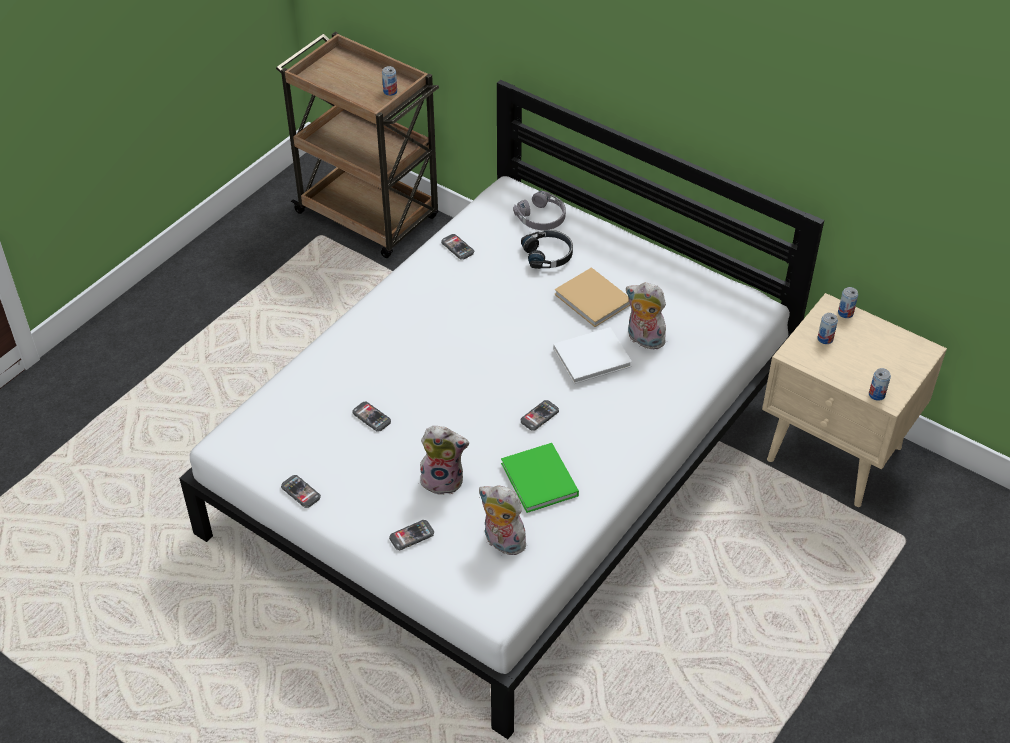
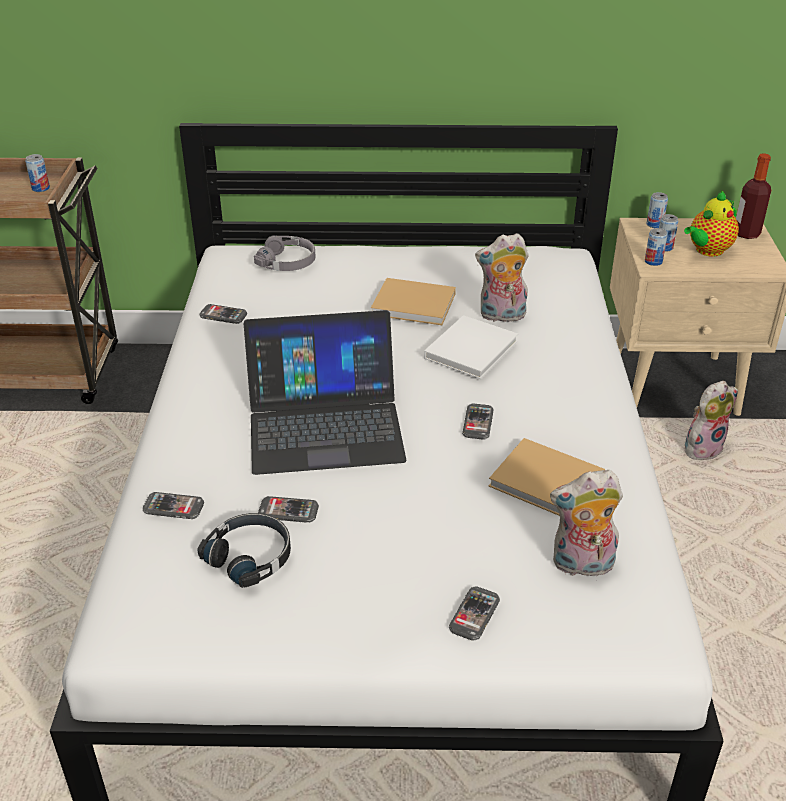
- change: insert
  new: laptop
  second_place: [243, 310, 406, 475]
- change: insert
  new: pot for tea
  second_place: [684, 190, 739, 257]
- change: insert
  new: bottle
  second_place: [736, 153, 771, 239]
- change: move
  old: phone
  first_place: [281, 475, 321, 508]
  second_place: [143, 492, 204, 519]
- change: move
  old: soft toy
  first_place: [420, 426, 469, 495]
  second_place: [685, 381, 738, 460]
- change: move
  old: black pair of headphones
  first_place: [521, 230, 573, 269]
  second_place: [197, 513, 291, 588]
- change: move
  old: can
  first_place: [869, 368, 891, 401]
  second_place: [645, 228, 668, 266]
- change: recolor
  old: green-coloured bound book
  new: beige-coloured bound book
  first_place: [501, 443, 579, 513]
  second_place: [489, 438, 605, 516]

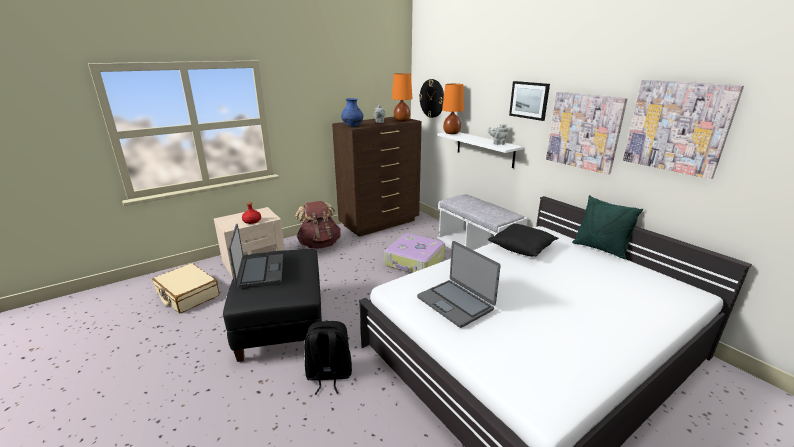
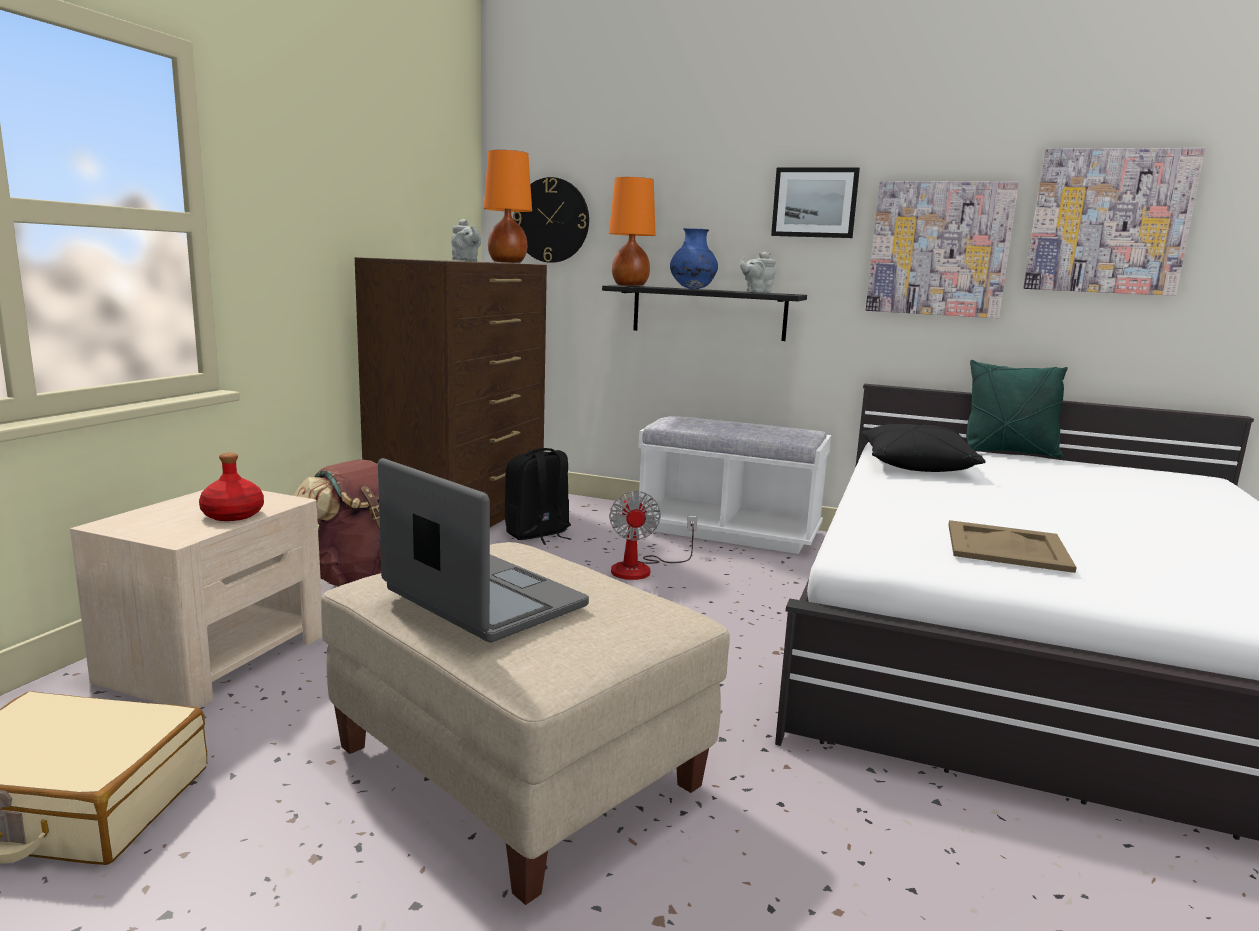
- change: move
  old: black knapsack
  first_place: [304, 321, 352, 395]
  second_place: [505, 448, 571, 545]
- change: move
  old: blue-coloured flower vase
  first_place: [341, 98, 363, 127]
  second_place: [670, 228, 718, 289]
- change: replace
  old: piece of luggage
  new: fan
  first_place: [384, 233, 445, 273]
  second_place: [609, 491, 697, 580]
- change: replace
  old: laptop
  new: beige-coloured serving tray
  first_place: [417, 241, 500, 328]
  second_place: [948, 520, 1077, 573]
- change: recolor
  old: black footrest
  new: beige-coloured footrest
  first_place: [223, 249, 322, 362]
  second_place: [321, 542, 730, 905]
- change: recolor
  old: whitish wall shelf
  new: black wall shelf
  first_place: [437, 132, 524, 168]
  second_place: [602, 285, 807, 341]

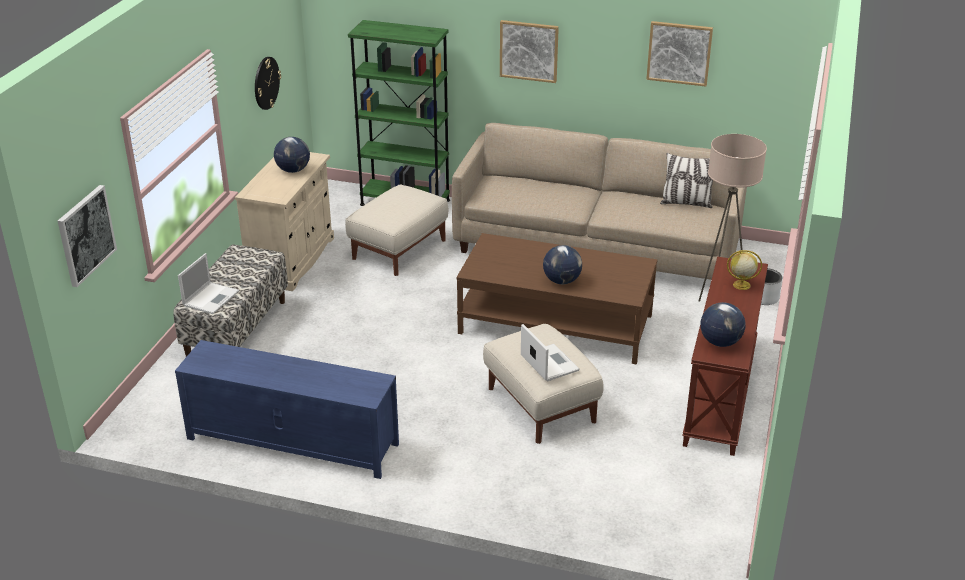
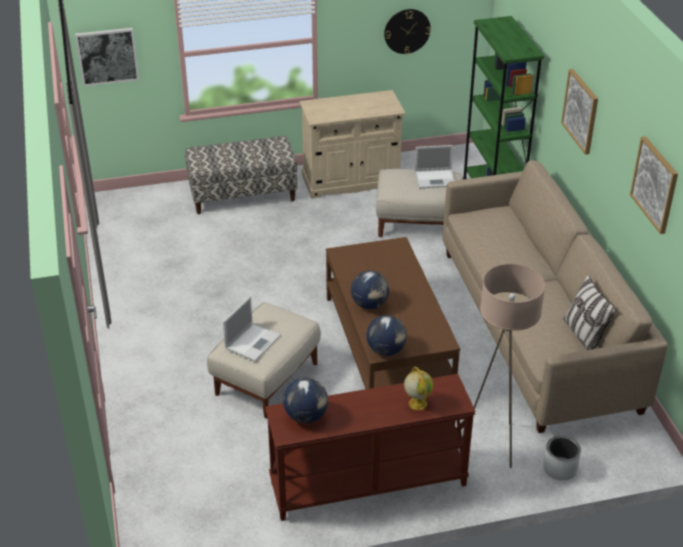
- change: delete
  old: blue-coloured tv stand
  first_place: [175, 340, 399, 479]
- change: move
  old: laptop
  first_place: [178, 253, 239, 314]
  second_place: [415, 145, 455, 188]
- change: move
  old: world globe
  first_place: [274, 137, 310, 173]
  second_place: [366, 315, 407, 356]

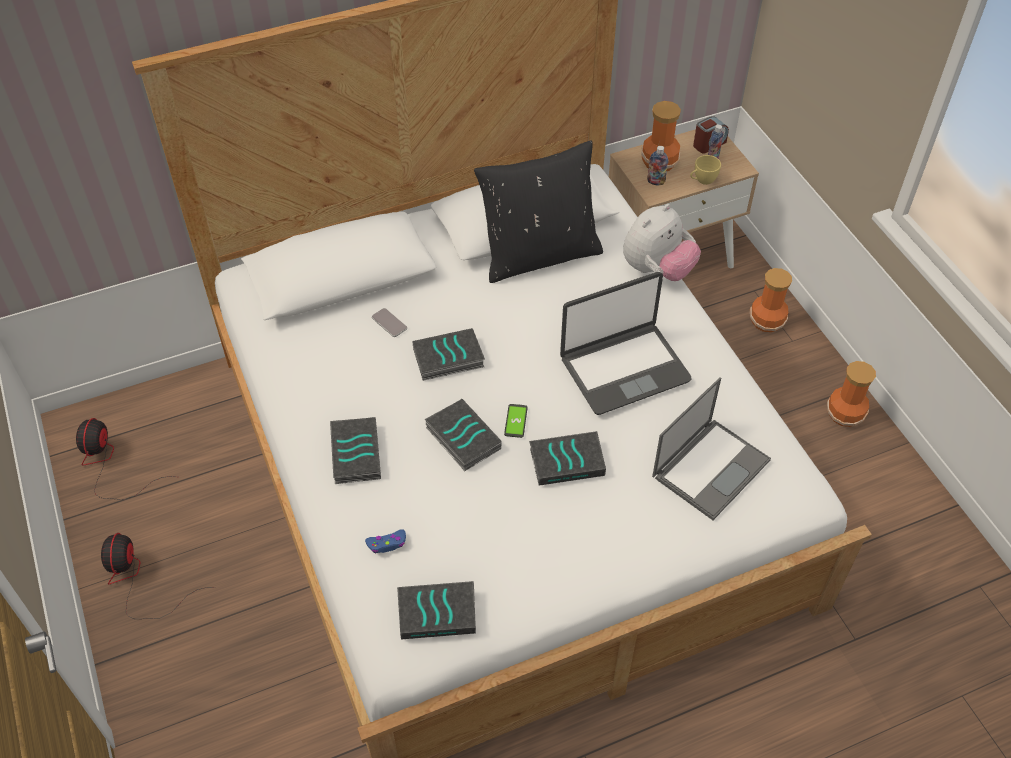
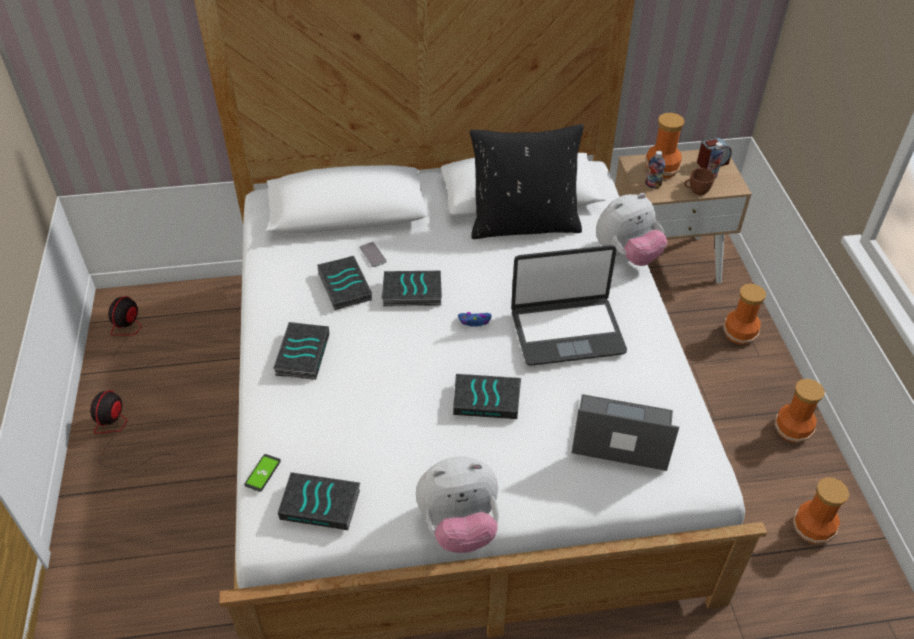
- change: insert
  new: soft toy
  second_place: [416, 457, 499, 553]
- change: insert
  new: flower vase
  second_place: [793, 478, 849, 544]
- change: move
  old: blue-coloured game controller
  first_place: [365, 529, 406, 554]
  second_place: [458, 312, 492, 327]
- change: move
  old: bound book
  first_place: [425, 399, 502, 471]
  second_place: [317, 256, 372, 310]
- change: move
  old: phone
  first_place: [504, 404, 528, 438]
  second_place: [244, 454, 281, 492]
- change: recolor
  old: yellow-coloured small cup
  new: brownish small cup
  first_place: [690, 155, 721, 185]
  second_place: [684, 168, 715, 195]
- change: rotate
  old: laptop
  first_place: [652, 377, 771, 520]
  second_place: [572, 394, 679, 471]
  degrees: -135

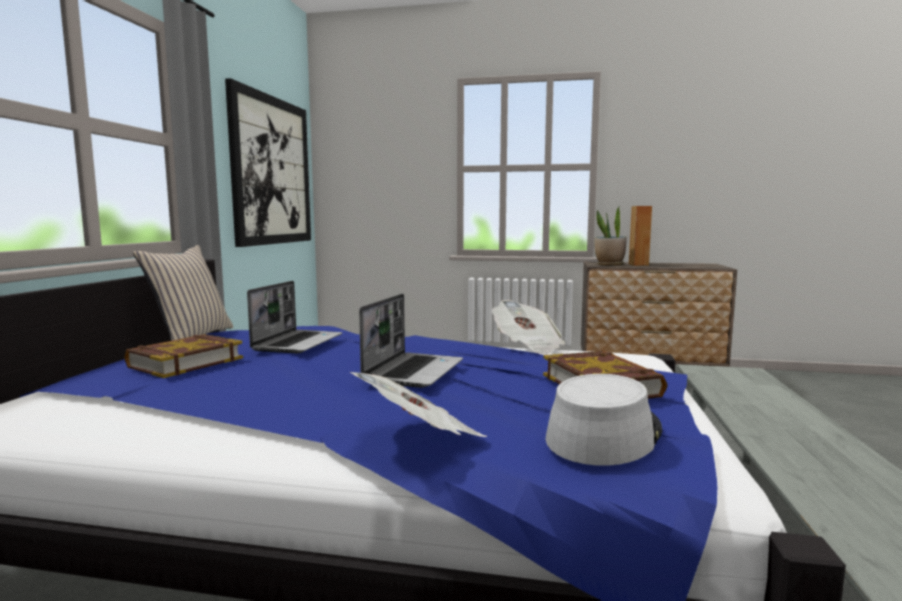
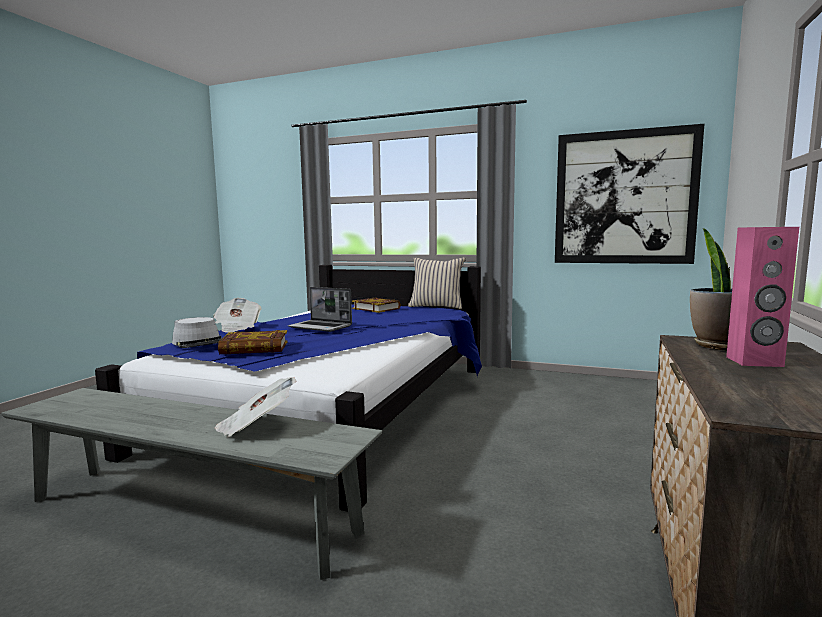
- change: delete
  old: laptop
  first_place: [247, 281, 342, 353]
- change: move
  old: printed paper
  first_place: [492, 300, 565, 355]
  second_place: [215, 377, 297, 437]
- change: recolor
  old: brownish speaker
  new: pink speaker
  first_place: [629, 206, 652, 266]
  second_place: [726, 227, 799, 367]

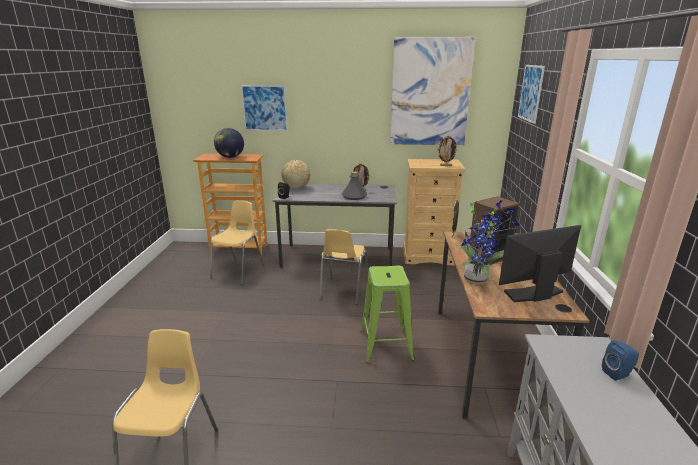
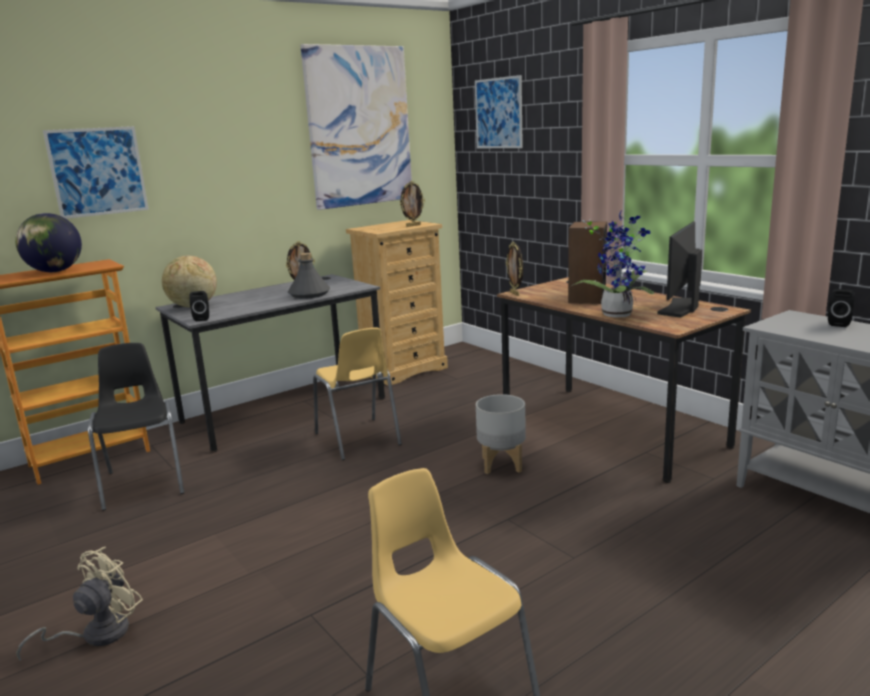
- change: insert
  new: beige-coloured fan
  second_place: [16, 547, 143, 661]
- change: replace
  old: green-coloured stool
  new: greyish plant pot
  first_place: [360, 265, 414, 363]
  second_place: [476, 394, 526, 474]
- change: recolor
  old: yellow-coloured upright chair
  new: black upright chair
  first_place: [210, 200, 264, 285]
  second_place: [88, 343, 184, 511]
- change: recolor
  old: blue-coloured speaker
  new: black speaker
  first_place: [602, 340, 639, 381]
  second_place: [828, 289, 855, 327]

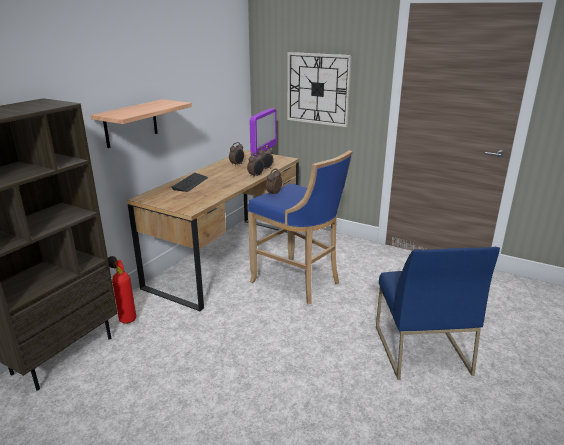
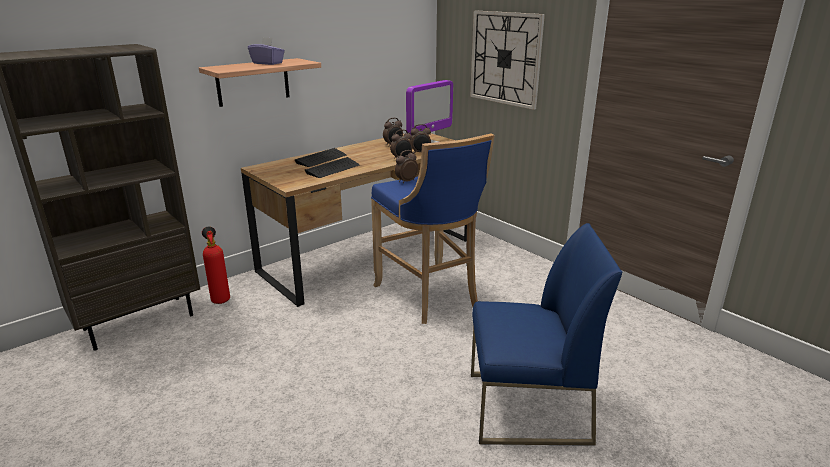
- change: insert
  new: purplish box of tissues
  second_place: [248, 37, 285, 65]
- change: insert
  new: PC keyboard
  second_place: [305, 157, 359, 178]
- change: rotate
  old: blue-coloured upright chair
  first_place: [376, 247, 500, 380]
  second_place: [471, 223, 622, 446]
  degrees: -105

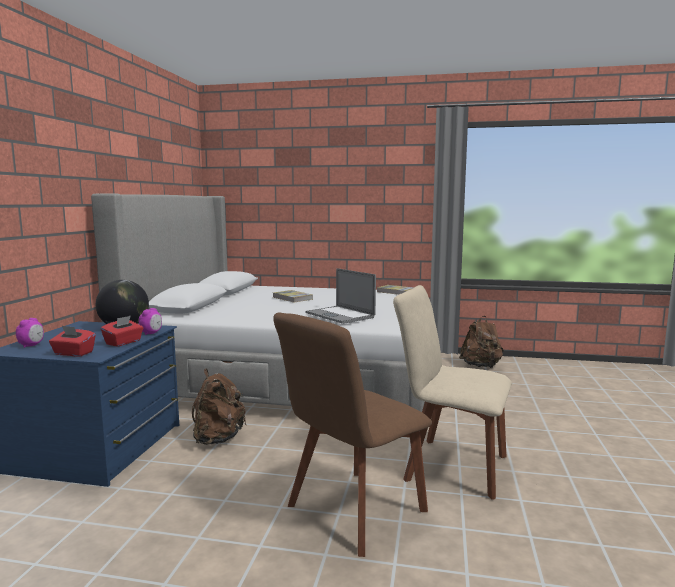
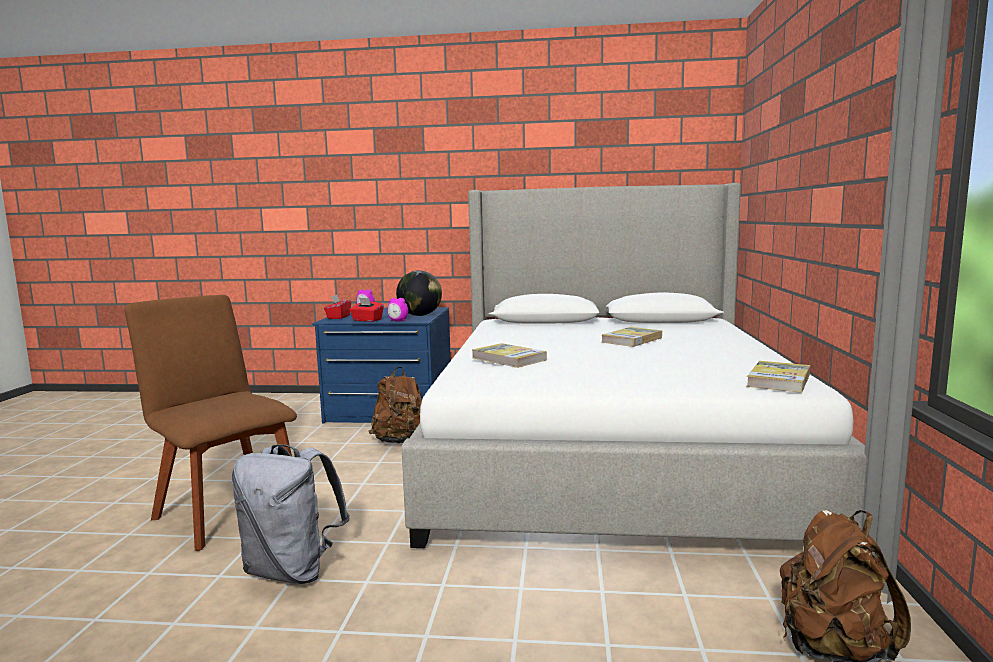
- change: replace
  old: laptop
  new: bound book
  first_place: [305, 268, 376, 324]
  second_place: [472, 343, 547, 368]
- change: replace
  old: beige-coloured upright chair
  new: greyish knapsack
  first_place: [393, 285, 512, 500]
  second_place: [231, 444, 350, 584]

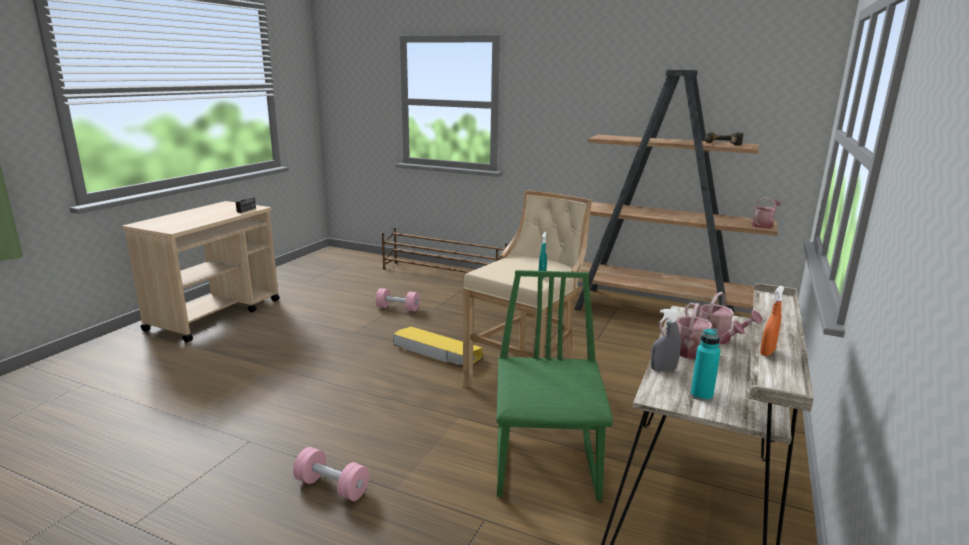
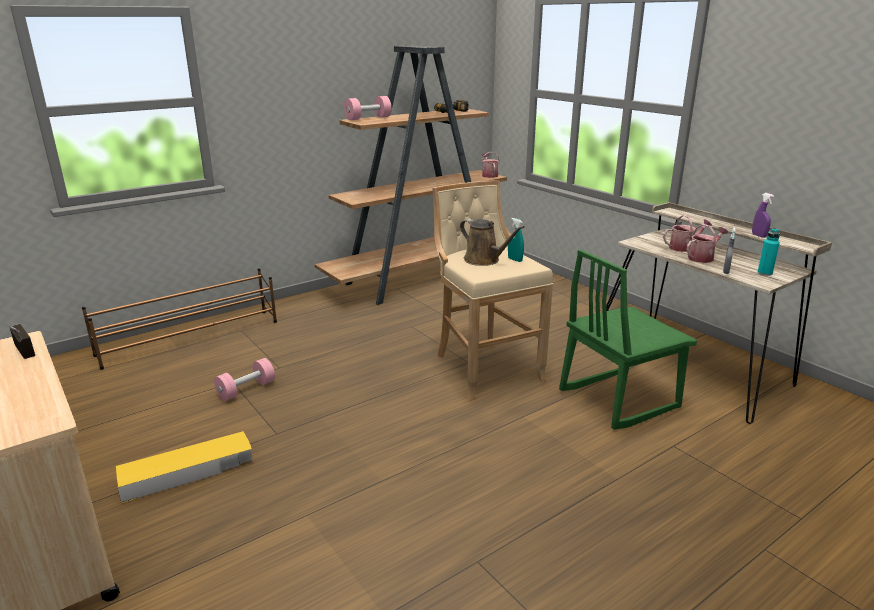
- change: insert
  new: brownish watering pot
  second_place: [460, 219, 524, 266]
- change: move
  old: pink hand weight
  first_place: [293, 447, 370, 501]
  second_place: [344, 96, 391, 120]
- change: move
  old: yellow-coloured storage container
  first_place: [393, 327, 483, 365]
  second_place: [116, 431, 252, 503]
- change: recolor
  old: orange spray bottle
  new: purplish spray bottle
  first_place: [760, 286, 784, 356]
  second_place: [752, 193, 774, 238]
- change: rotate
  old: green-coloured upright chair
  first_place: [497, 270, 613, 501]
  second_place: [559, 249, 697, 430]
  degrees: -60

